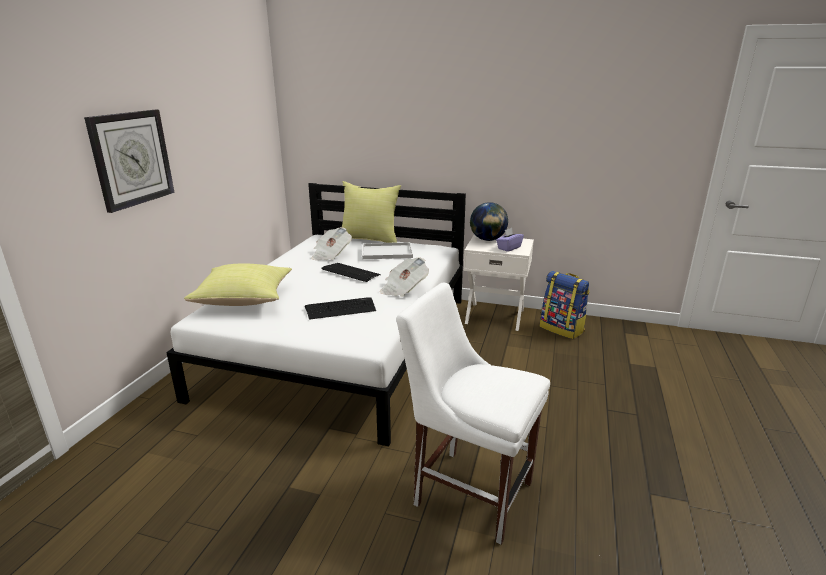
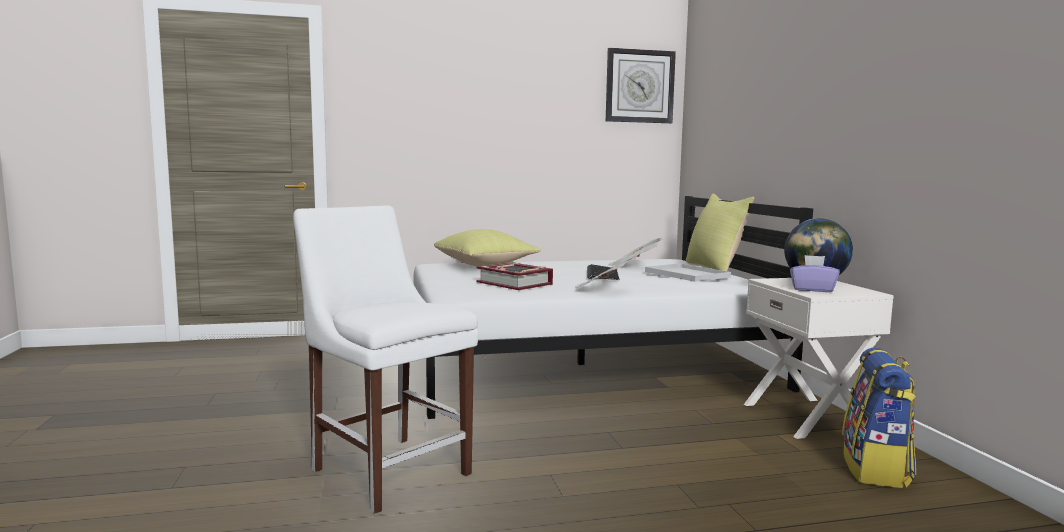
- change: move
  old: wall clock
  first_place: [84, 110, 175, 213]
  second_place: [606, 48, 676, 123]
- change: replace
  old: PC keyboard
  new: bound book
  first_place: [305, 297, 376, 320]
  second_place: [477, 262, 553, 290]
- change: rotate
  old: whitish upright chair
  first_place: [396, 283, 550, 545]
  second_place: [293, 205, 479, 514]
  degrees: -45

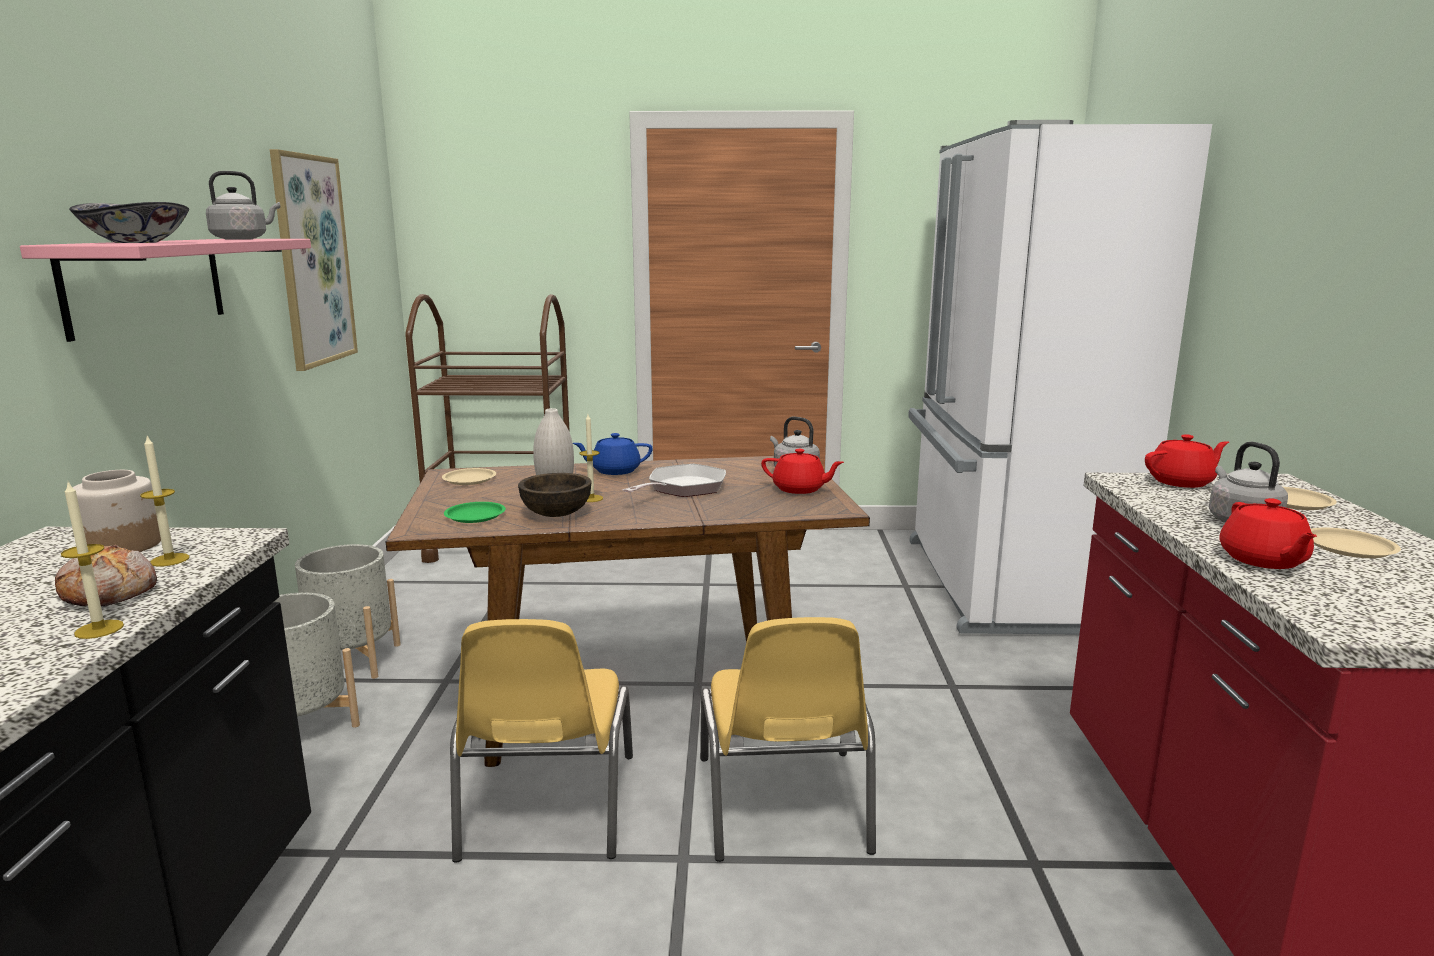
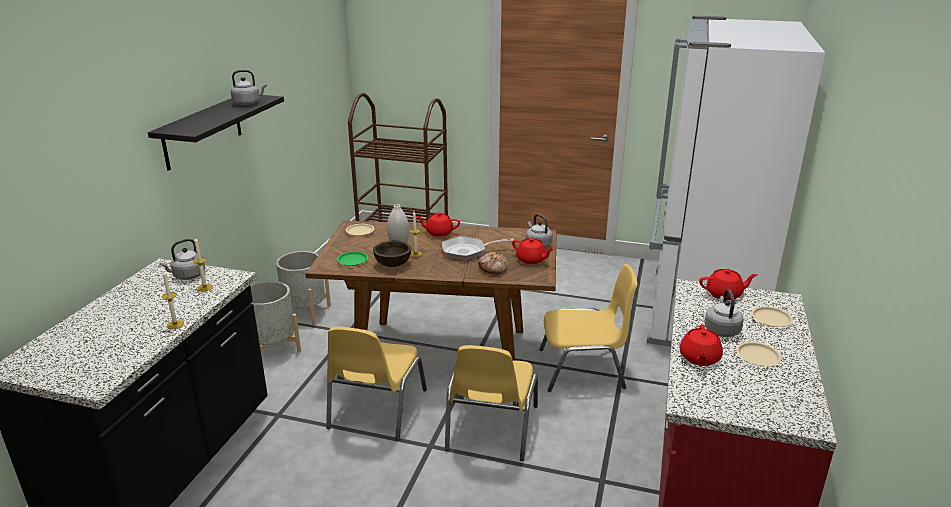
- change: delete
  old: serving bowl
  first_place: [69, 202, 189, 243]
- change: delete
  old: picture
  first_place: [270, 149, 358, 371]
- change: insert
  new: yellow-coloured upright chair
  second_place: [539, 264, 638, 392]
- change: move
  old: baked bread
  first_place: [55, 545, 157, 606]
  second_place: [478, 252, 508, 274]
- change: replace
  old: storage jar
  new: greyish water kettle
  first_place: [72, 470, 161, 552]
  second_place: [160, 239, 205, 280]
- change: recolor
  old: pink wall shelf
  new: black wall shelf
  first_place: [20, 239, 311, 342]
  second_place: [148, 95, 284, 171]
- change: recolor
  old: blue-coloured pot for tea
  new: red pot for tea
  first_place: [573, 433, 653, 475]
  second_place: [416, 212, 460, 237]
- change: rotate
  old: frying pan
  first_place: [623, 464, 726, 497]
  second_place: [442, 236, 514, 261]
  degrees: -150

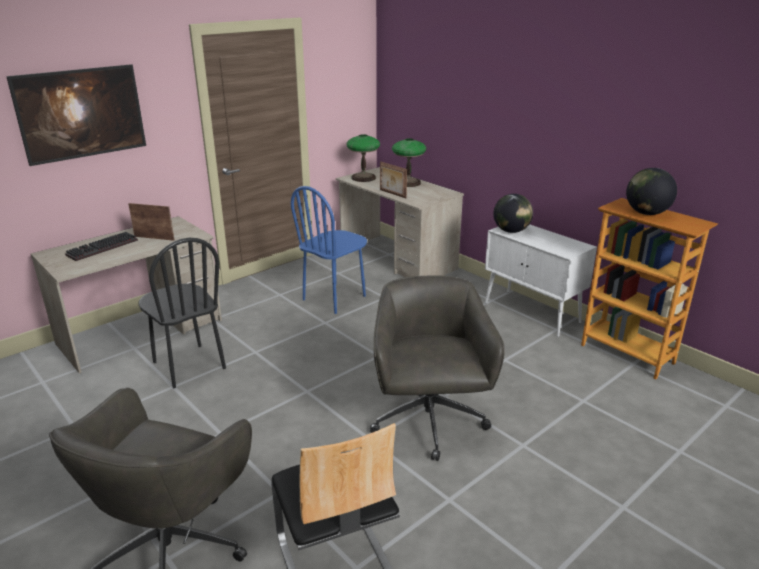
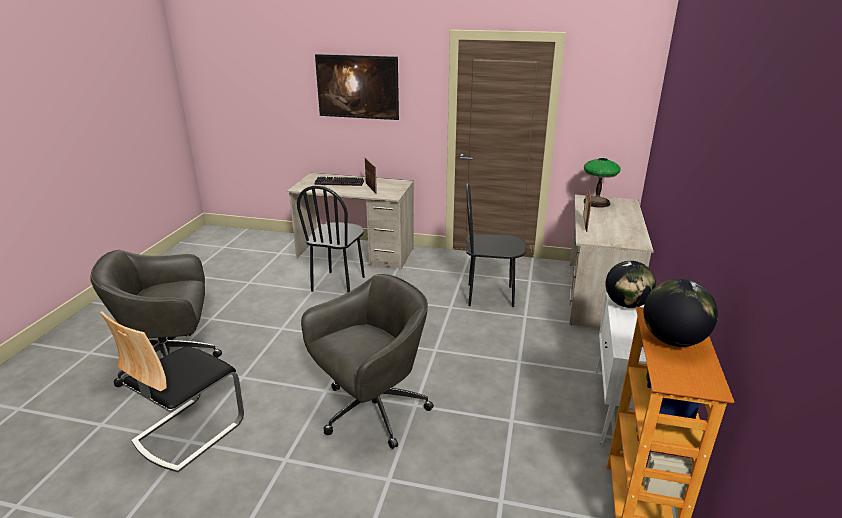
- change: delete
  old: tabletop lamp
  first_place: [392, 138, 426, 187]
- change: recolor
  old: blue-coloured upright chair
  new: black upright chair
  first_place: [291, 186, 367, 314]
  second_place: [466, 183, 527, 307]

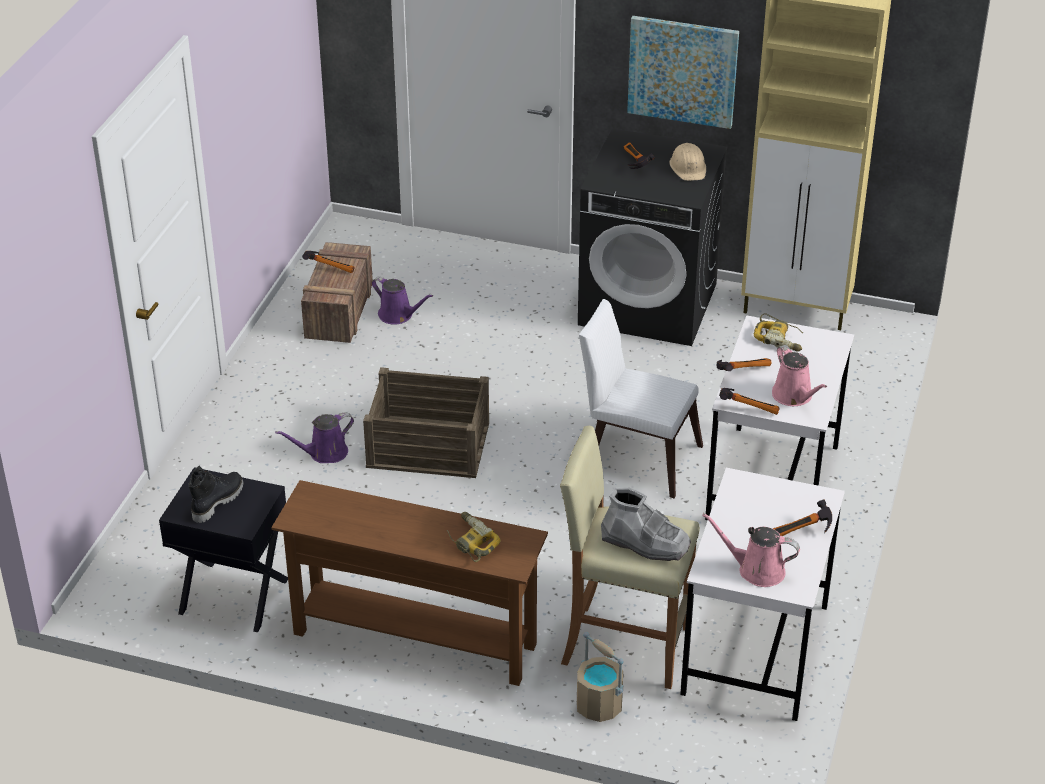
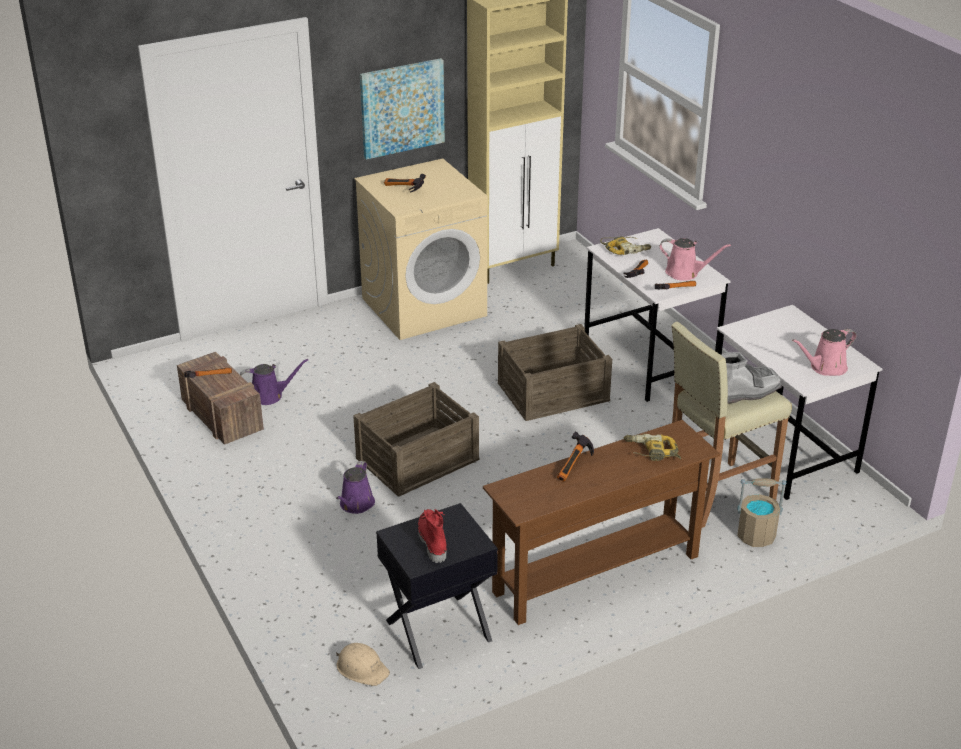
- change: move
  old: beige-coloured hard hat
  first_place: [670, 143, 706, 181]
  second_place: [336, 643, 390, 686]
- change: move
  old: hand hammer
  first_place: [773, 500, 832, 536]
  second_place: [557, 432, 594, 482]
- change: replace
  old: whitish upright chair
  new: packing crate
  first_place: [579, 299, 703, 498]
  second_place: [498, 324, 612, 421]
- change: recolor
  old: black boot
  new: red boot
  first_place: [189, 466, 244, 523]
  second_place: [418, 509, 447, 563]
- change: recolor
  old: black laundry machine
  new: beige-coloured laundry machine
  first_place: [578, 128, 727, 346]
  second_place: [354, 158, 488, 340]

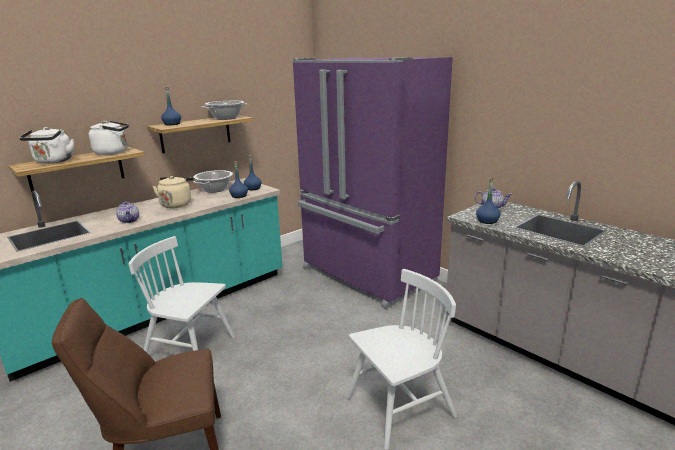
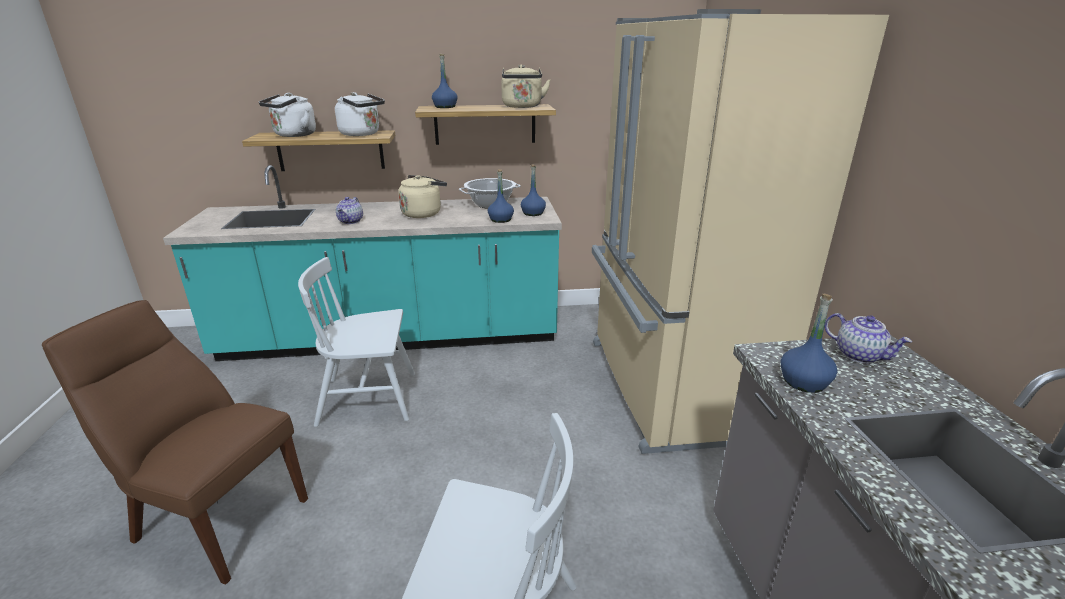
- change: replace
  old: stockpot
  new: beige-coloured water kettle
  first_place: [201, 101, 248, 120]
  second_place: [501, 65, 550, 108]
- change: recolor
  old: purplish kitchen fridge
  new: beige-coloured kitchen fridge
  first_place: [292, 57, 453, 309]
  second_place: [592, 9, 889, 454]
- change: rotate
  old: whitish upright chair
  first_place: [128, 236, 235, 353]
  second_place: [298, 257, 415, 427]
  degrees: -60

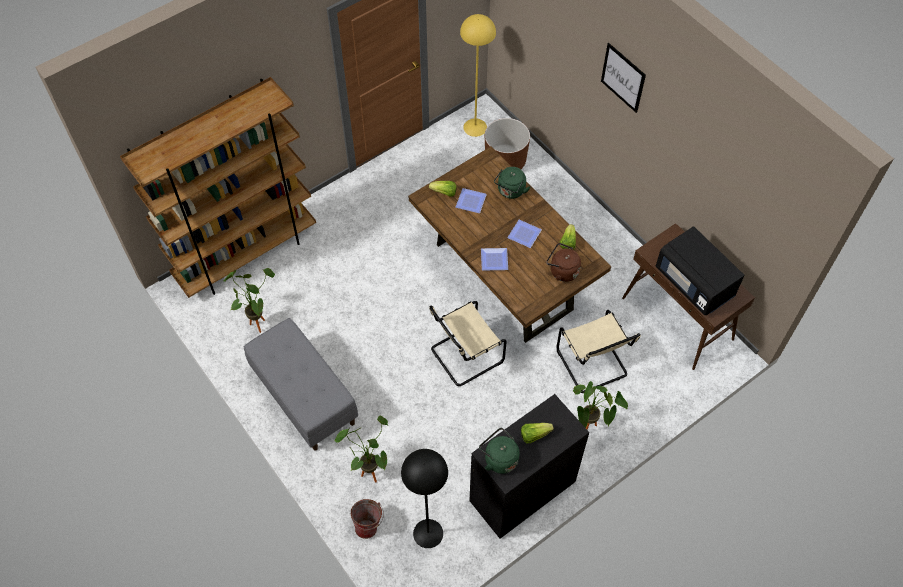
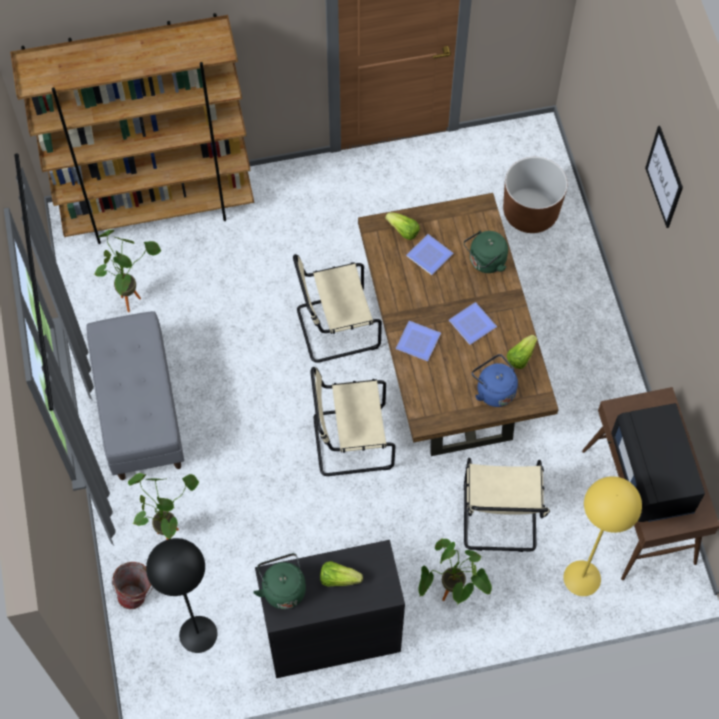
- change: insert
  new: beige-coloured upright chair
  second_place: [293, 254, 382, 363]
- change: move
  old: yellow-coloured standing lamp
  first_place: [460, 14, 496, 137]
  second_place: [563, 476, 642, 596]
- change: recolor
  old: brownish water kettle
  new: blue-coloured water kettle
  first_place: [547, 243, 581, 282]
  second_place: [472, 354, 518, 407]

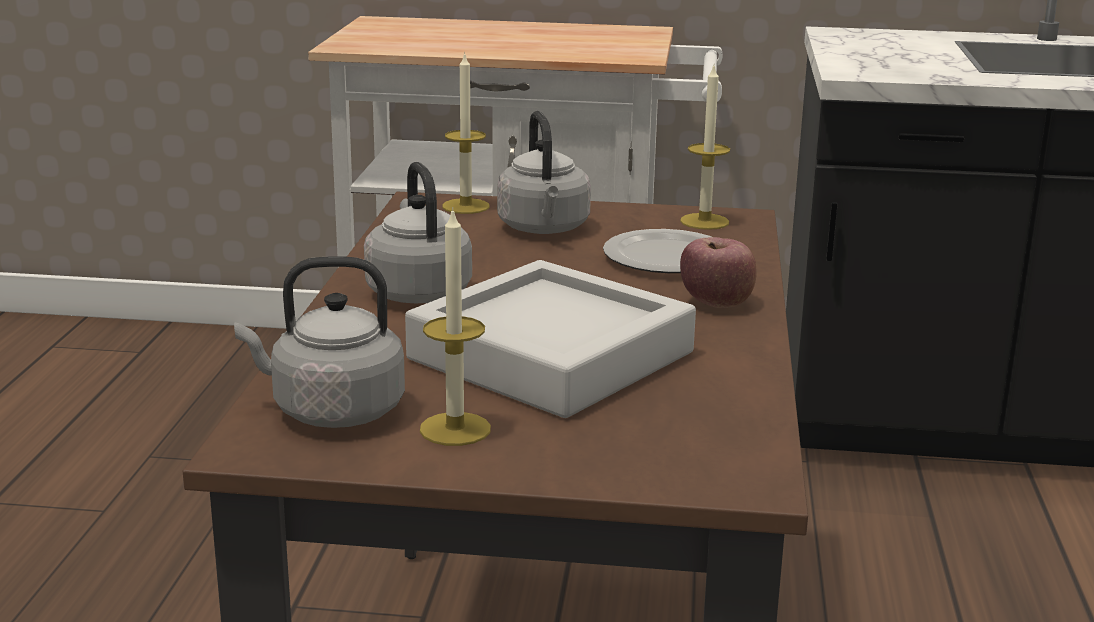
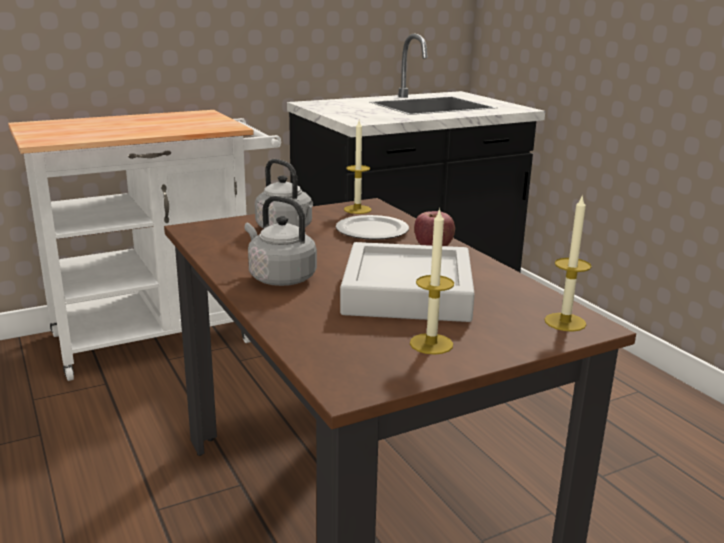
- change: delete
  old: greyish water kettle
  first_place: [234, 256, 405, 428]
- change: move
  old: candle
  first_place: [442, 52, 490, 214]
  second_place: [544, 194, 592, 332]

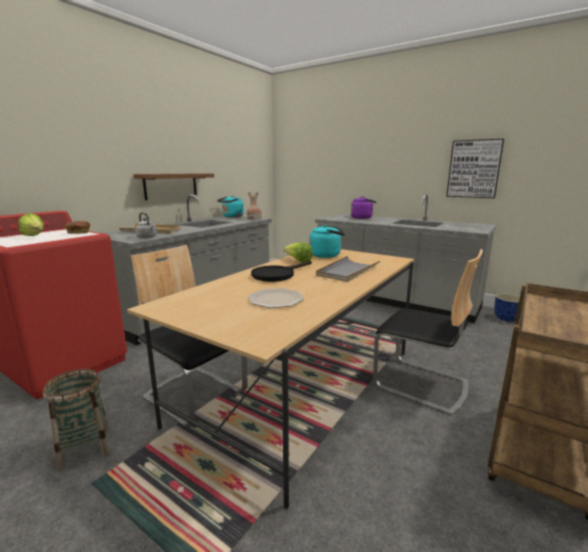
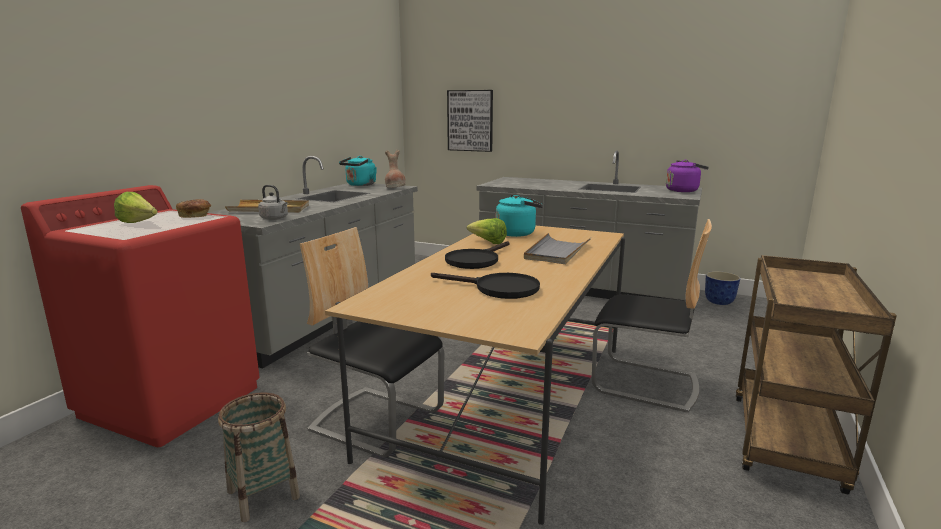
- change: delete
  old: brownish wall shelf
  first_place: [133, 173, 214, 200]
- change: move
  old: purplish water kettle
  first_place: [351, 196, 377, 219]
  second_place: [666, 160, 709, 192]
- change: move
  old: picture
  first_place: [446, 139, 504, 198]
  second_place: [447, 90, 493, 152]
- change: replace
  old: dinner plate
  new: black frying pan
  first_place: [248, 288, 304, 308]
  second_place: [431, 273, 540, 299]

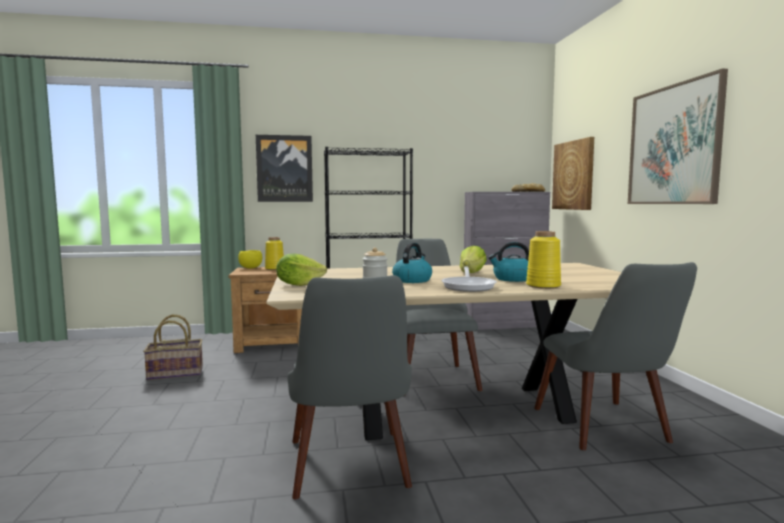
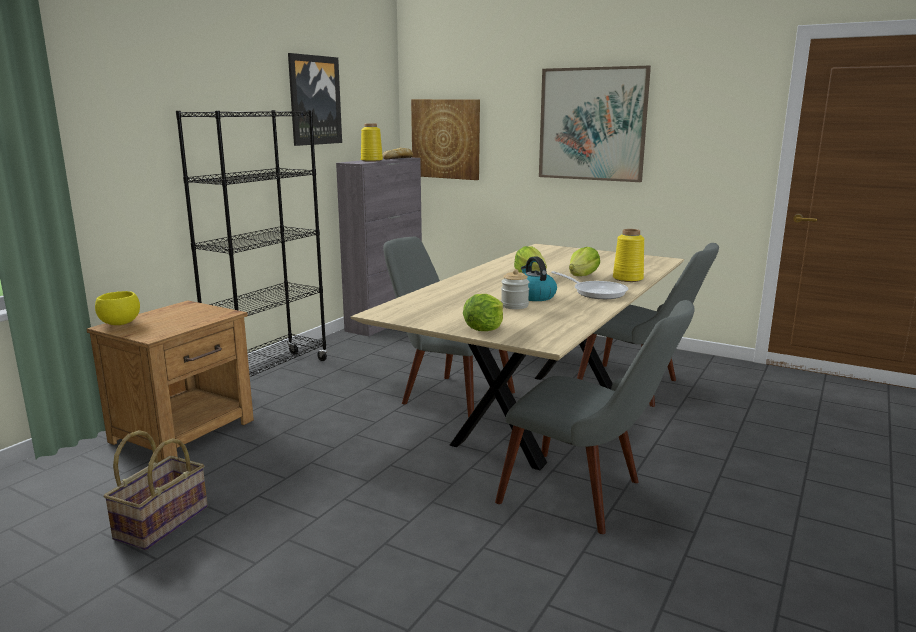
- change: move
  old: picture
  first_place: [256, 135, 313, 202]
  second_place: [288, 53, 342, 146]
- change: move
  old: yellow-coloured flower vase
  first_place: [265, 237, 284, 270]
  second_place: [361, 123, 383, 162]
- change: replace
  old: water kettle
  new: lettuce head
  first_place: [488, 242, 529, 282]
  second_place: [569, 247, 600, 276]

